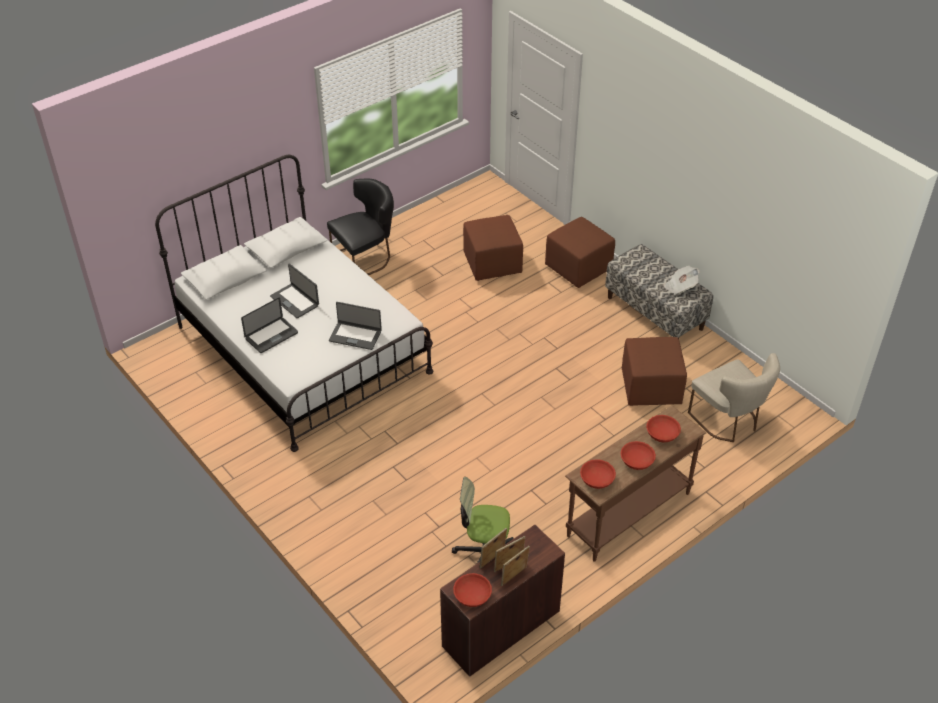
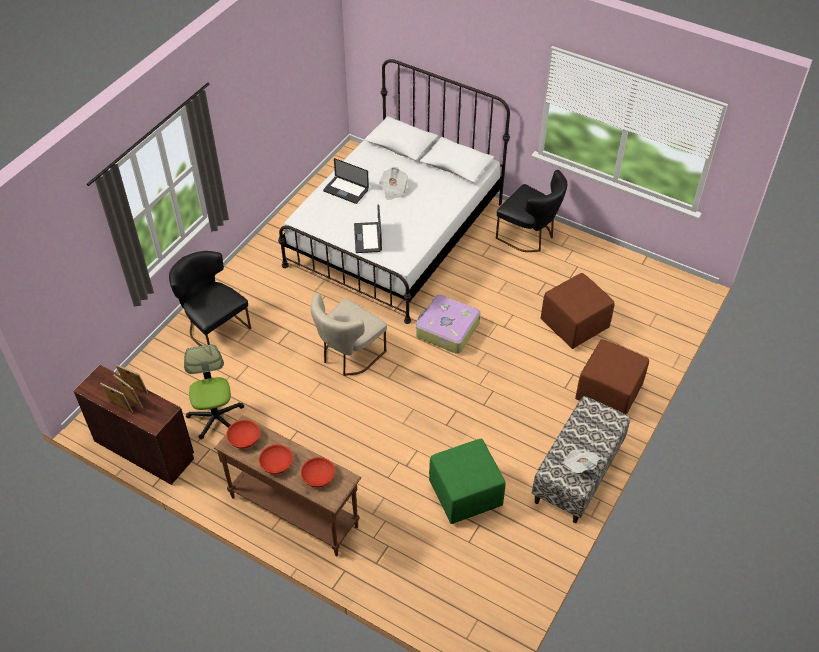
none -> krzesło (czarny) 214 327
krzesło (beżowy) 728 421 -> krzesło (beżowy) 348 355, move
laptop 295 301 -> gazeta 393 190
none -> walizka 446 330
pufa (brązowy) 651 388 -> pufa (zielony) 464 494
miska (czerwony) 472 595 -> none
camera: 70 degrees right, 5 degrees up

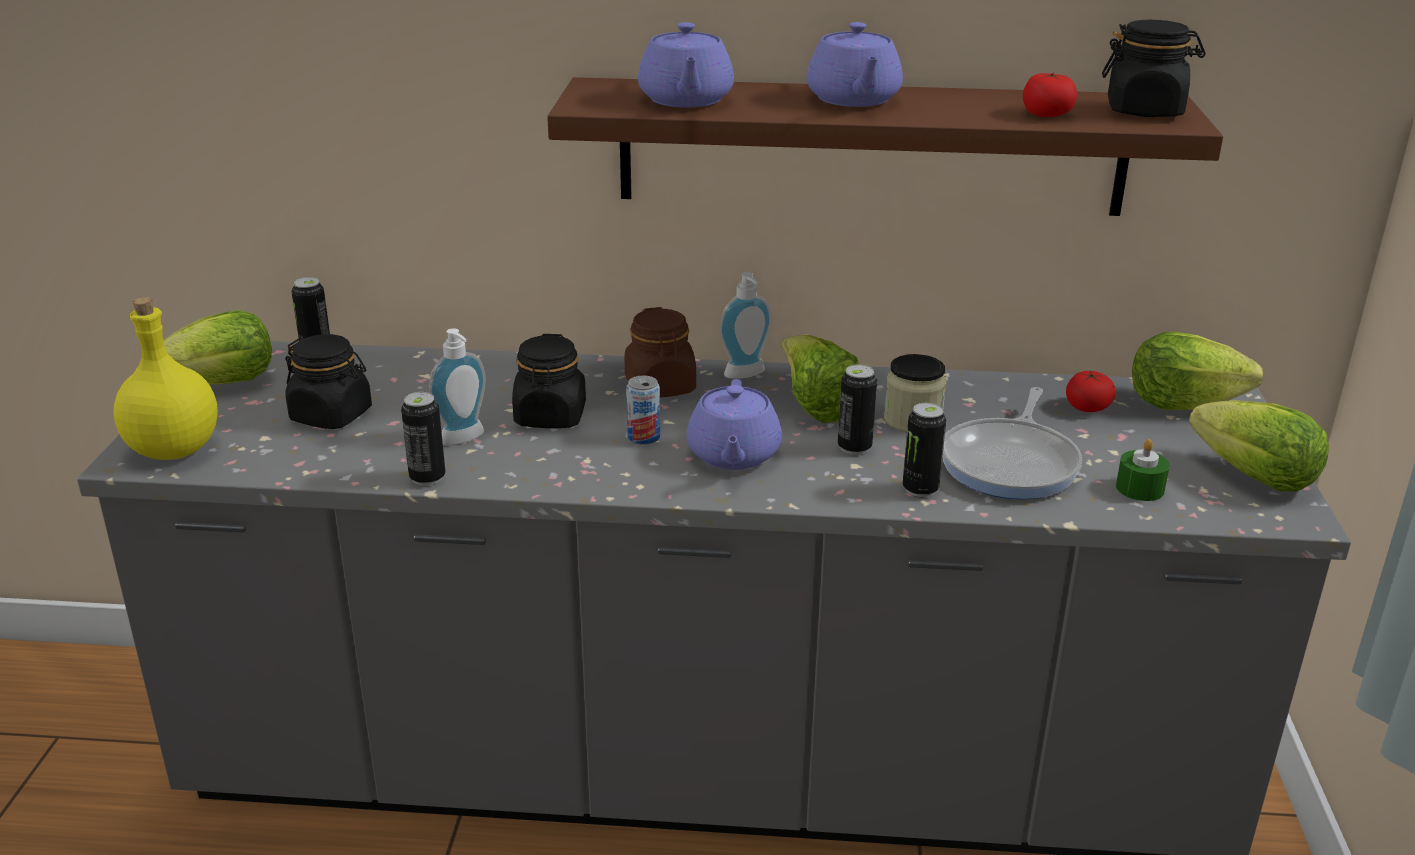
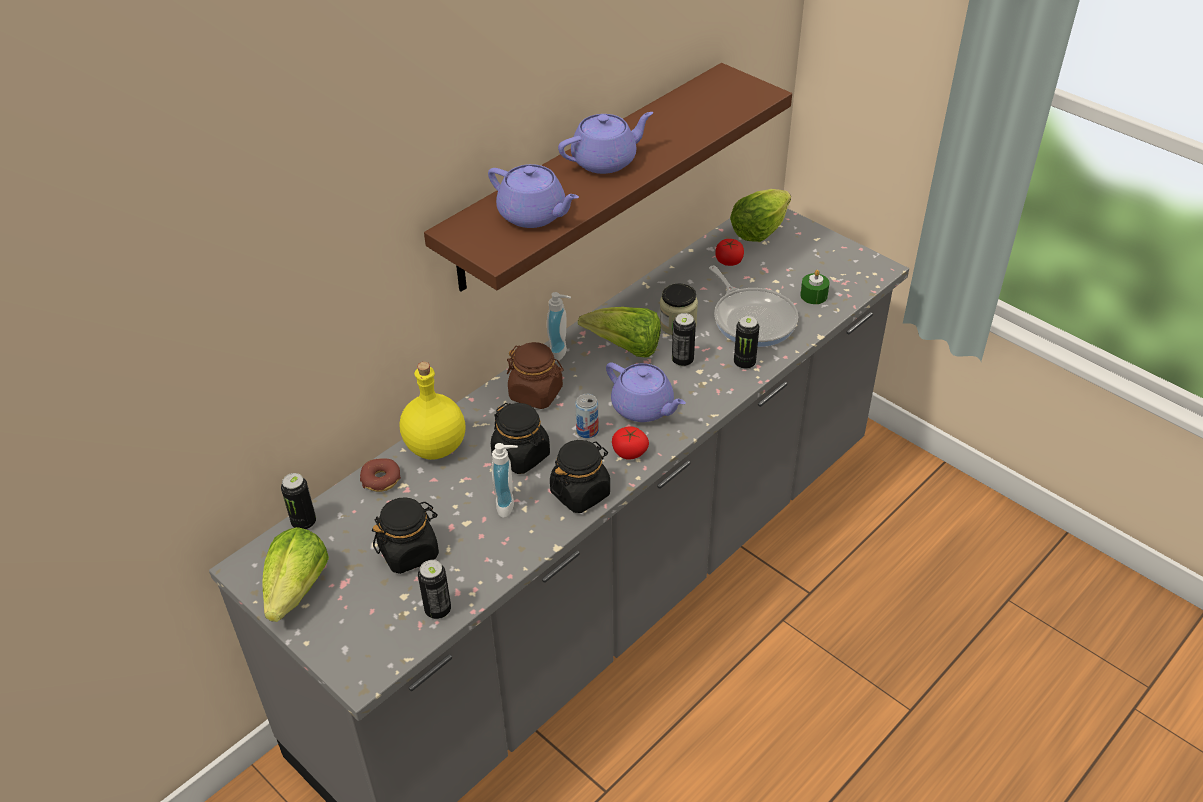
none -> donut 381 479
butelka (żółty) 173 451 -> butelka (żółty) 436 448, move
puszka 427 478 -> puszka 438 610, move
słoik (czarny) 1145 111 -> słoik (czarny) 580 493, move
imbryk (fioletowy) 853 100 -> imbryk (fioletowy) 605 161, 60 degrees counterclockwise
pomidor 1047 114 -> pomidor 629 452, move
sałata 1254 477 -> none
camera: 50 degrees left, 15 degrees up

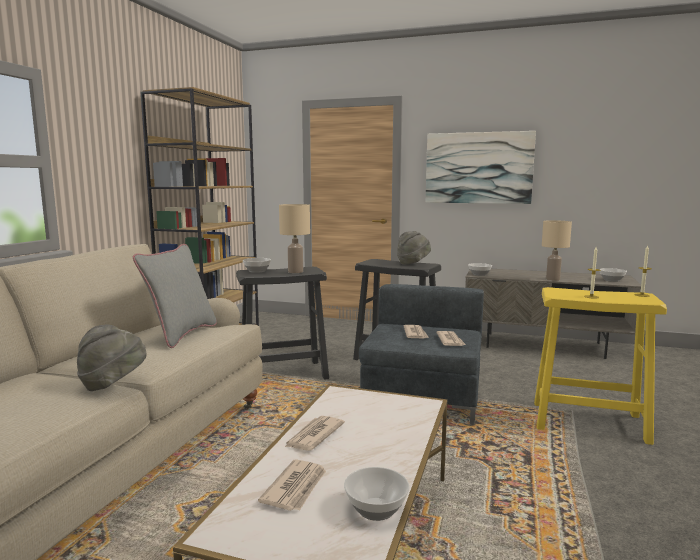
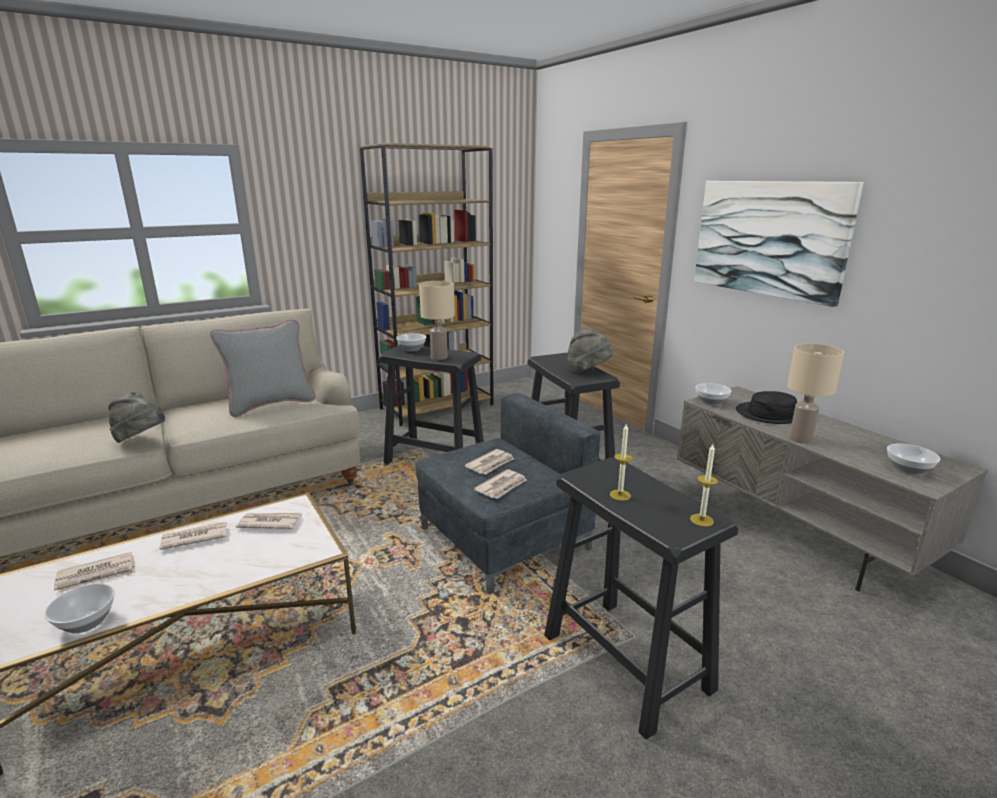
none -> gazeta 269 522
stołek (żółty) 589 422 -> stołek (czarny) 626 662
none -> kapelusz (czarny) 771 414
camera: 40 degrees right, 10 degrees up

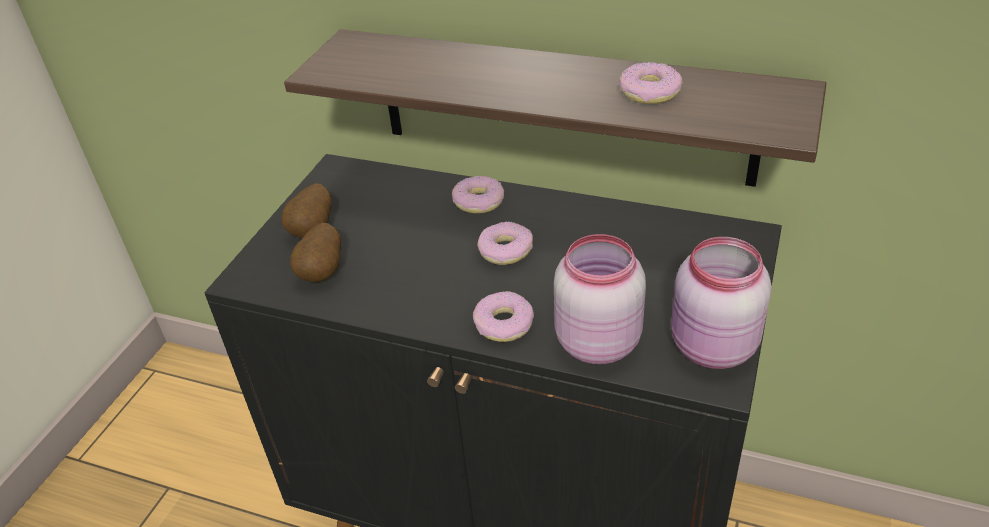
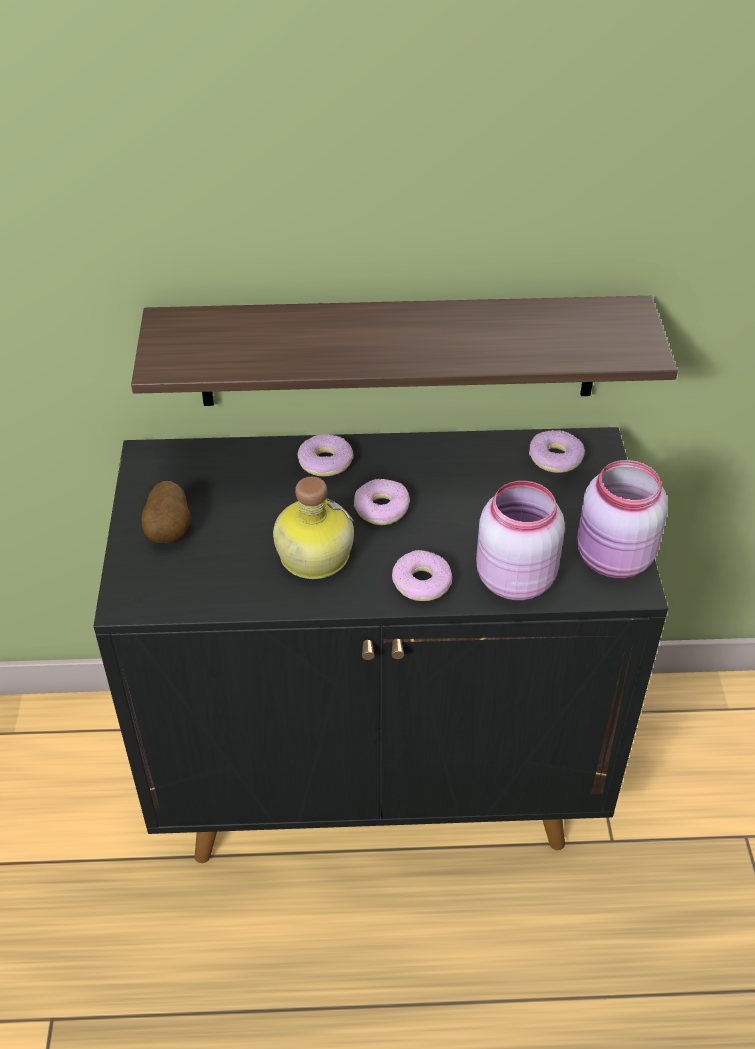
none -> butelka 312 555
donut 649 92 -> donut 555 458, move
ziemniak 323 272 -> none
camera: 25 degrees left, 5 degrees up

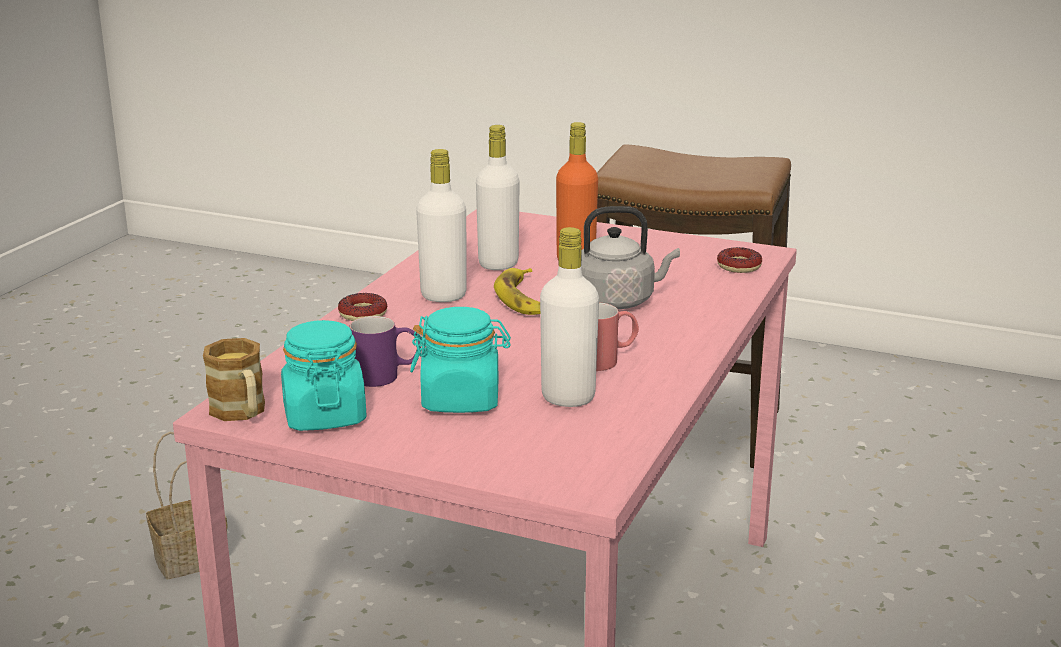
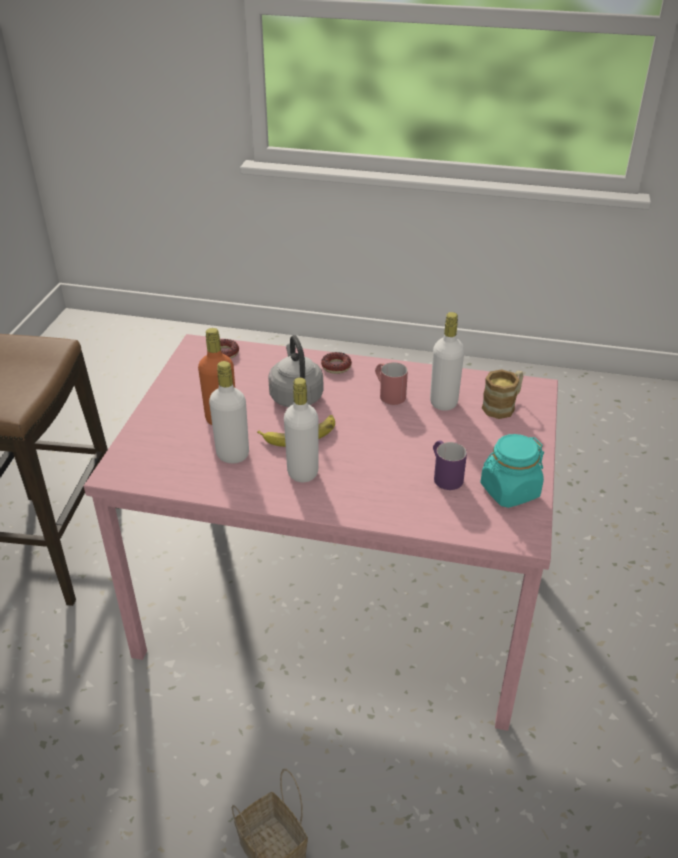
donut 363 314 -> donut 336 366, move
kubek 241 413 -> kubek 503 406, move
słoik (turkusowy) 461 400 -> none
camera: 100 degrees left, 15 degrees up

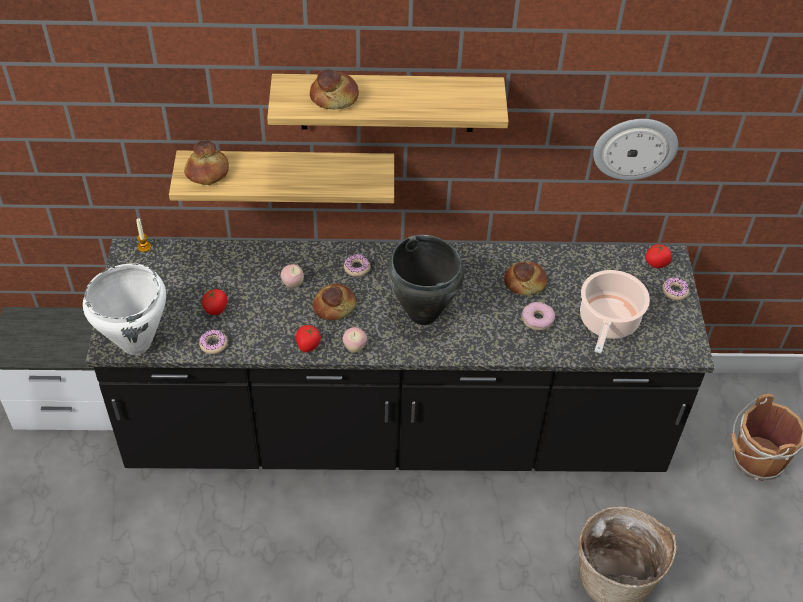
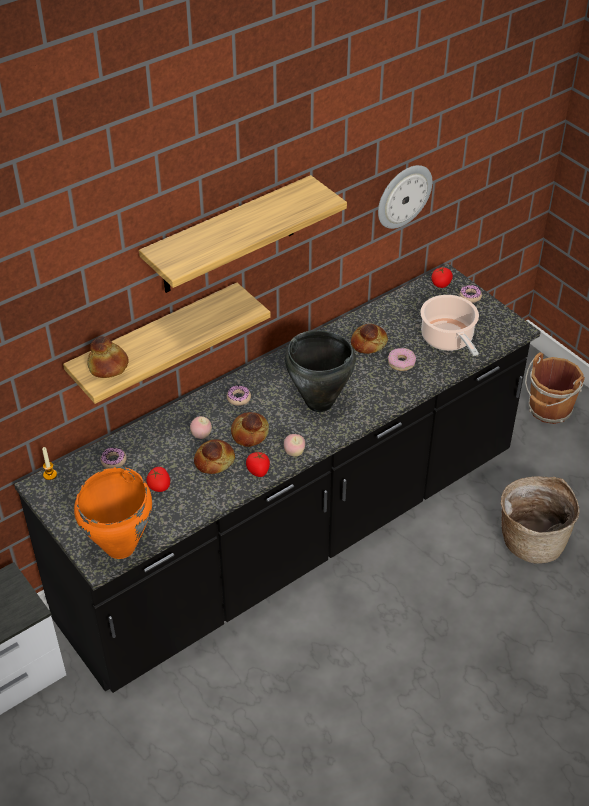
garnek (biały) 137 343 -> garnek (pomarańczowy) 121 547
donut 213 344 -> donut 113 461, move
chleb 334 98 -> chleb 214 461, move
camera: 35 degrees left, 5 degrees down

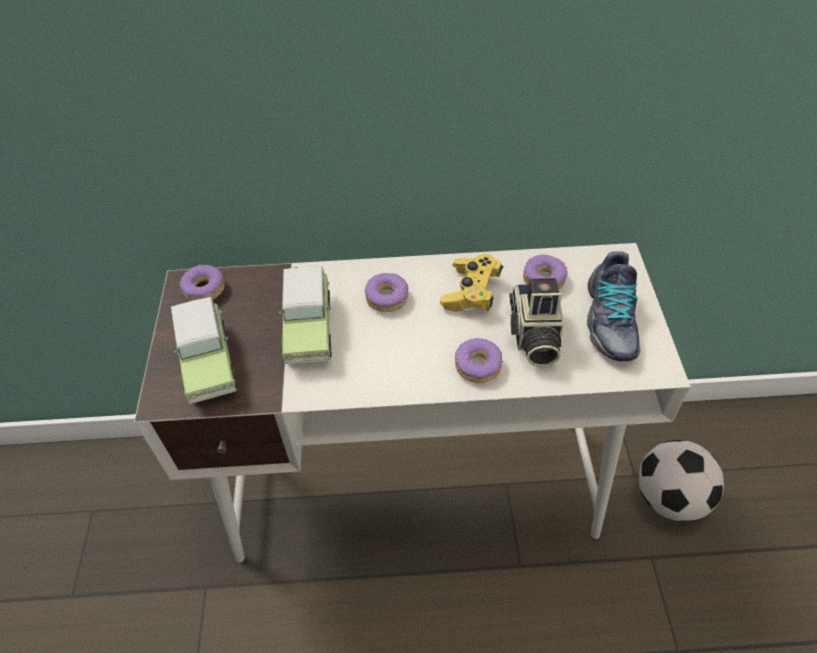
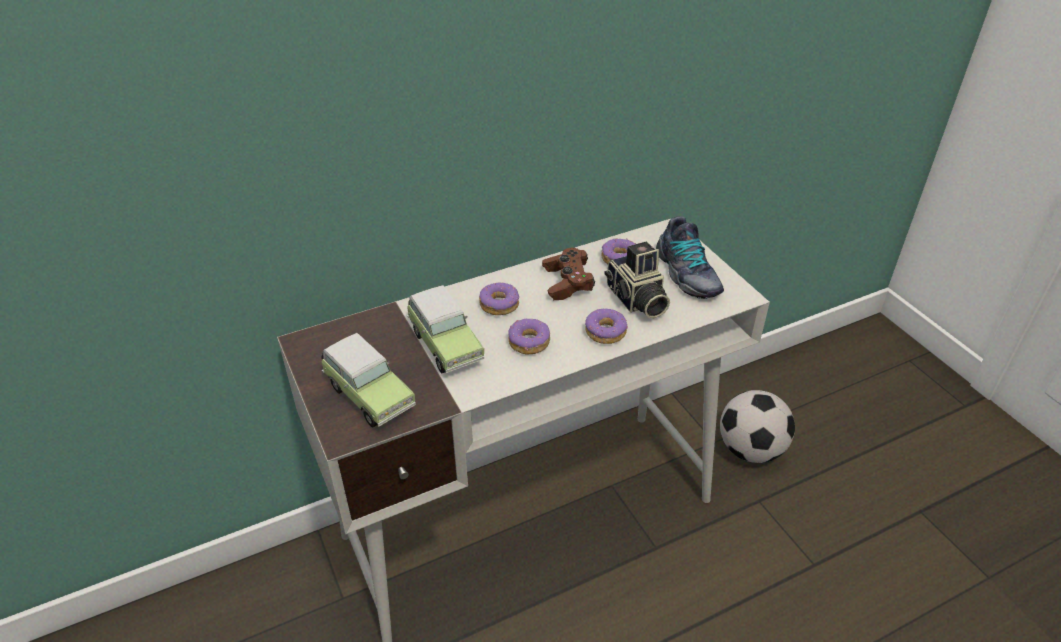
donut 204 289 -> donut 529 342, move
pad do gier (żółty) 471 292 -> pad do gier (brązowy) 567 283
camera: 25 degrees left, 10 degrees down

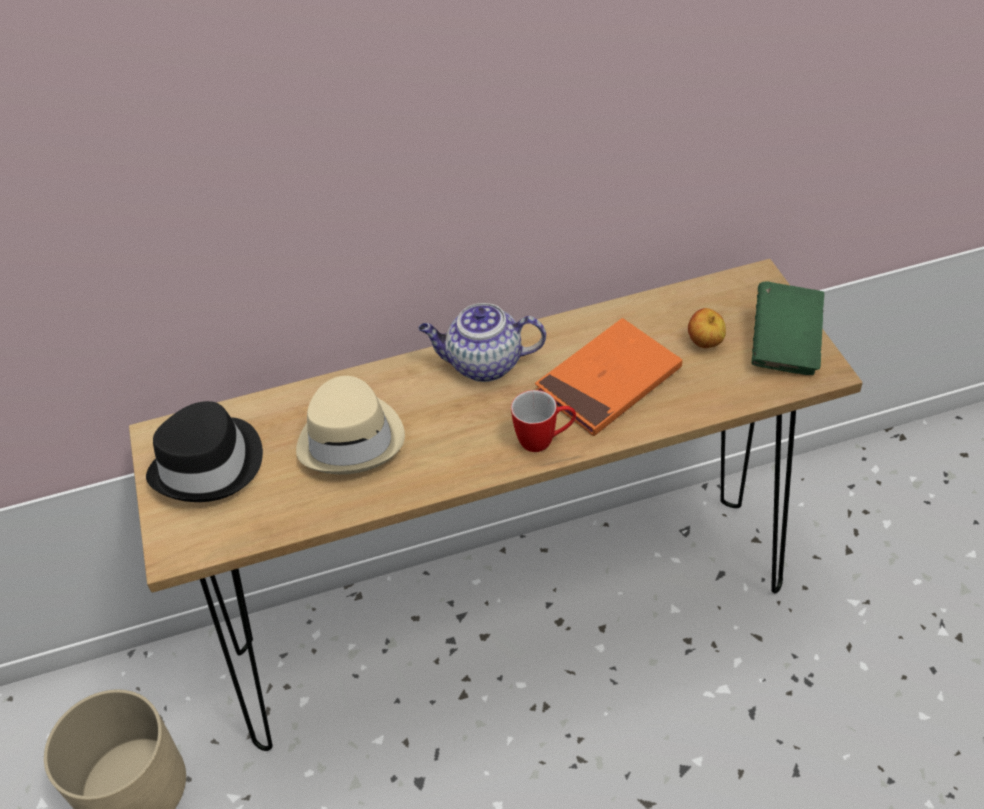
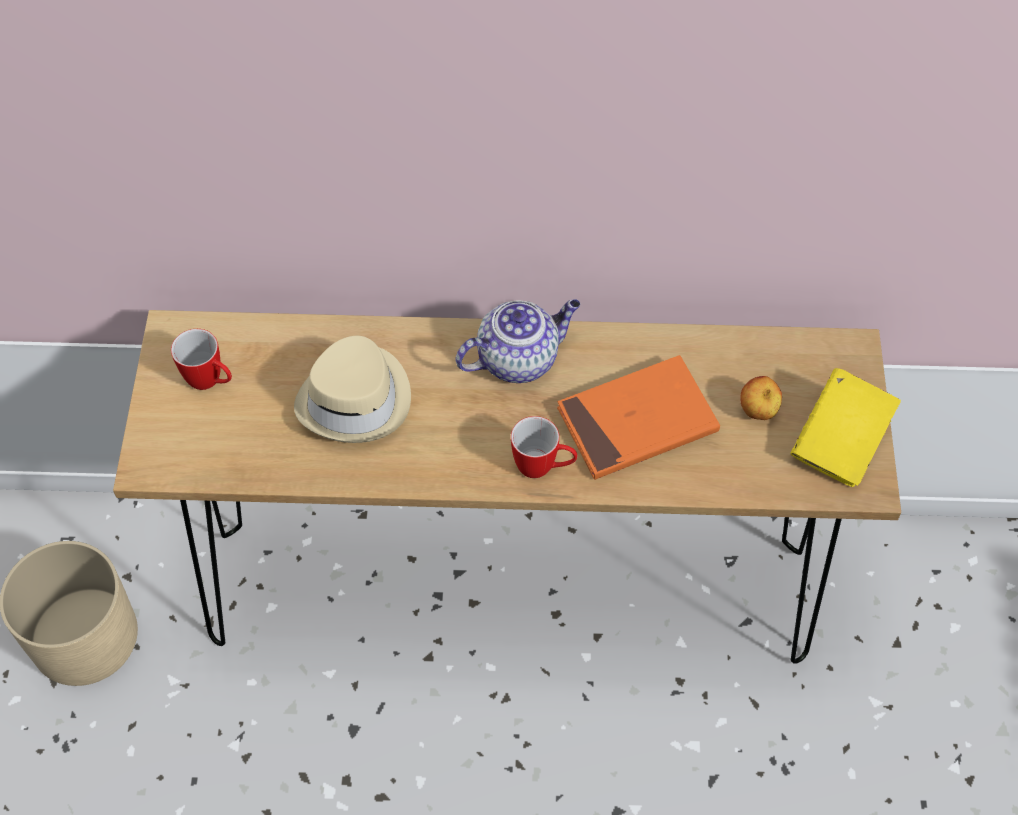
kapelusz (czarny) 210 465 -> kubek 211 382
imbryk 483 364 -> imbryk 519 358, 135 degrees clockwise
książka (zielony) 784 346 -> książka (żółty) 840 442
camera: 15 degrees right, 10 degrees up

